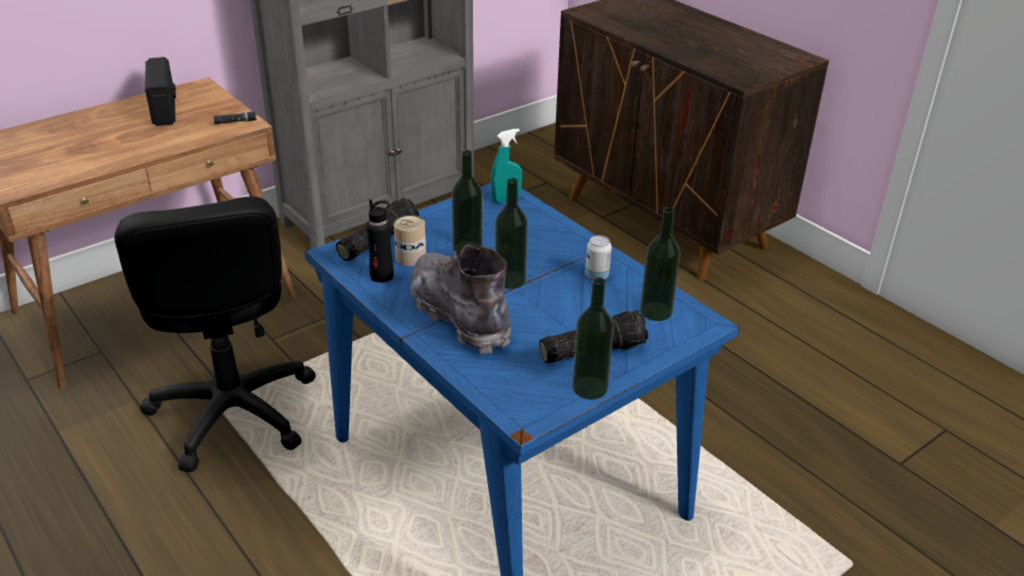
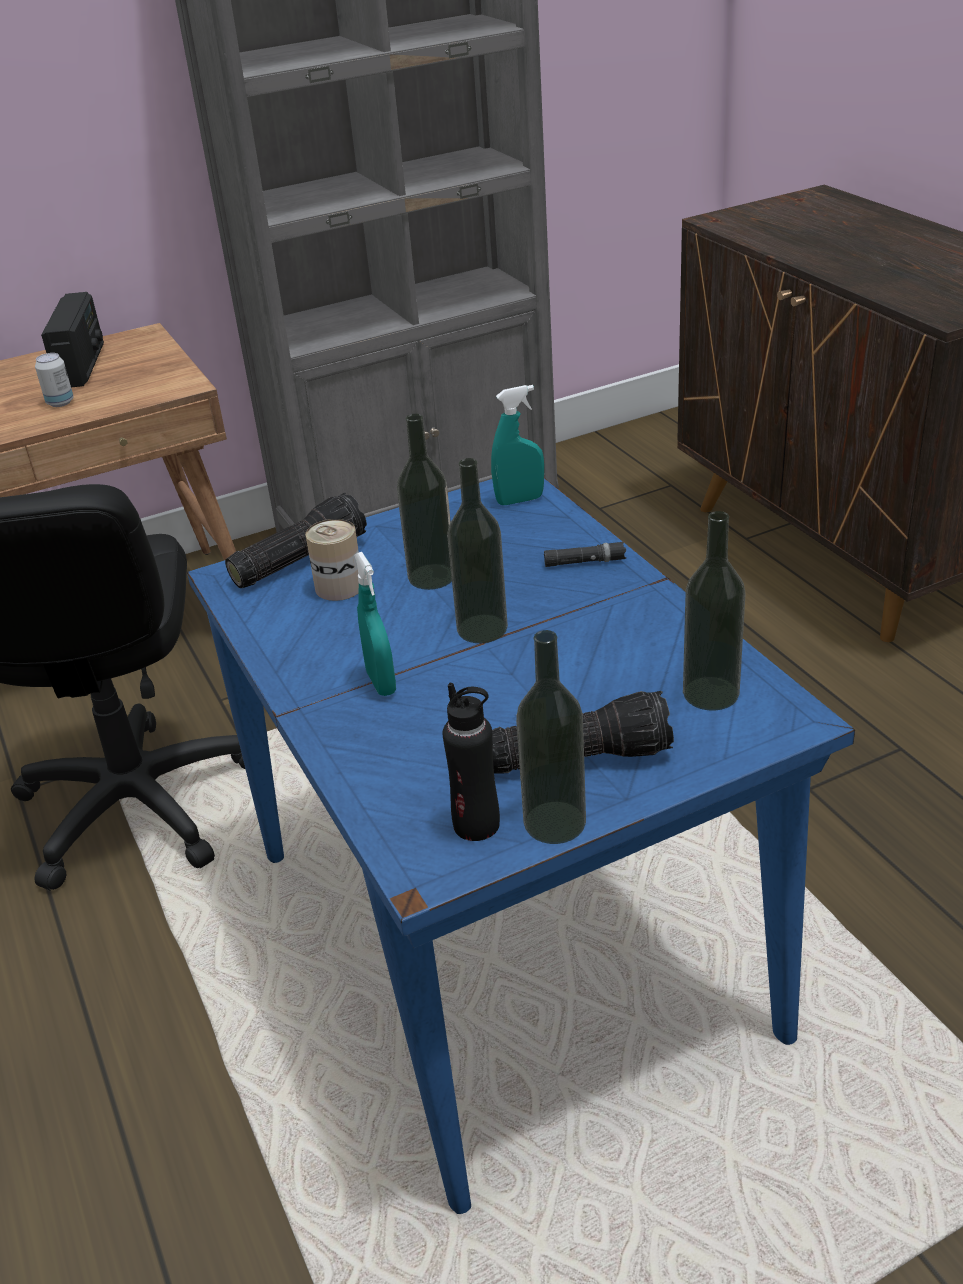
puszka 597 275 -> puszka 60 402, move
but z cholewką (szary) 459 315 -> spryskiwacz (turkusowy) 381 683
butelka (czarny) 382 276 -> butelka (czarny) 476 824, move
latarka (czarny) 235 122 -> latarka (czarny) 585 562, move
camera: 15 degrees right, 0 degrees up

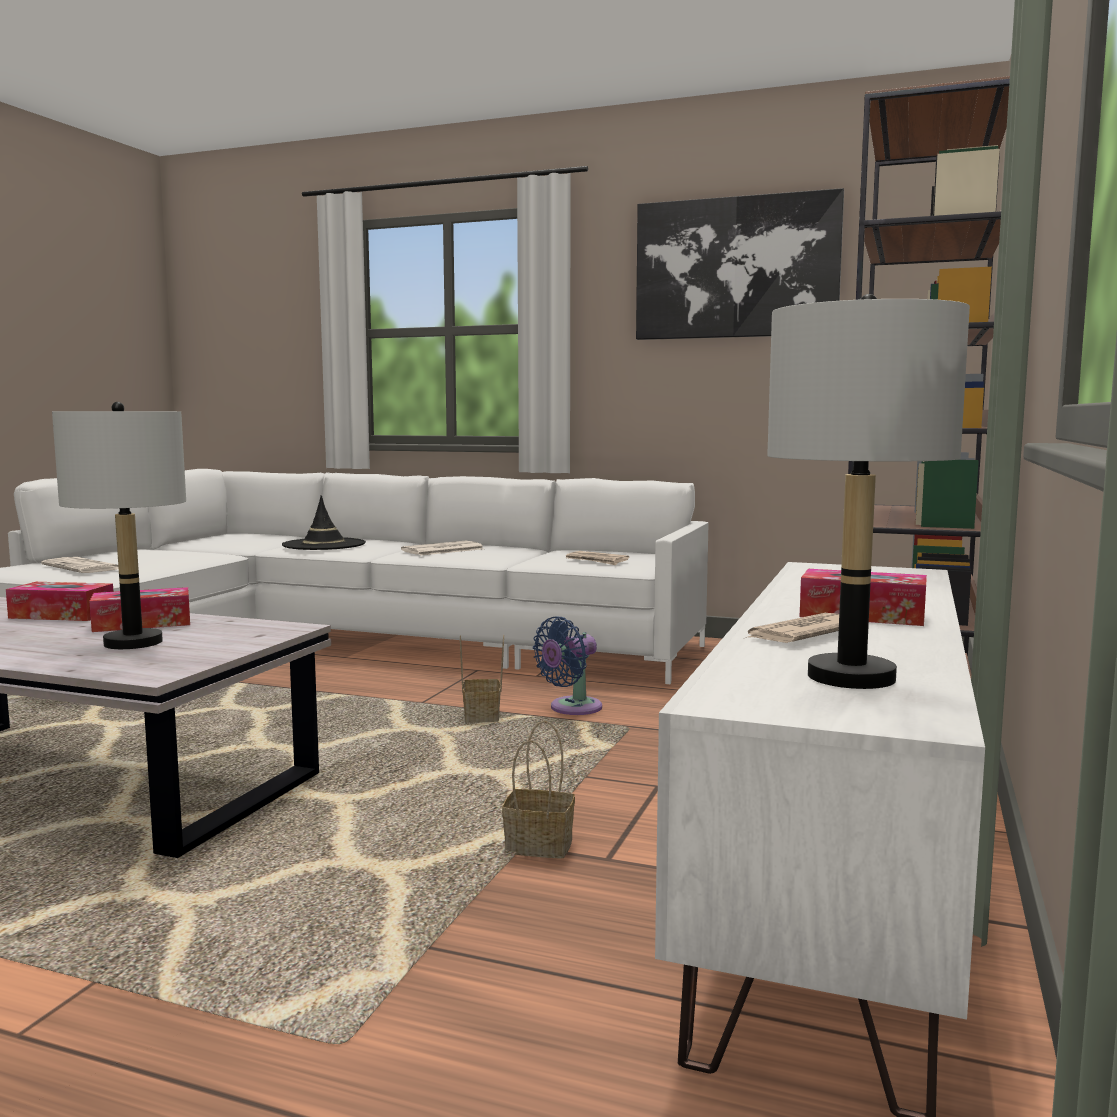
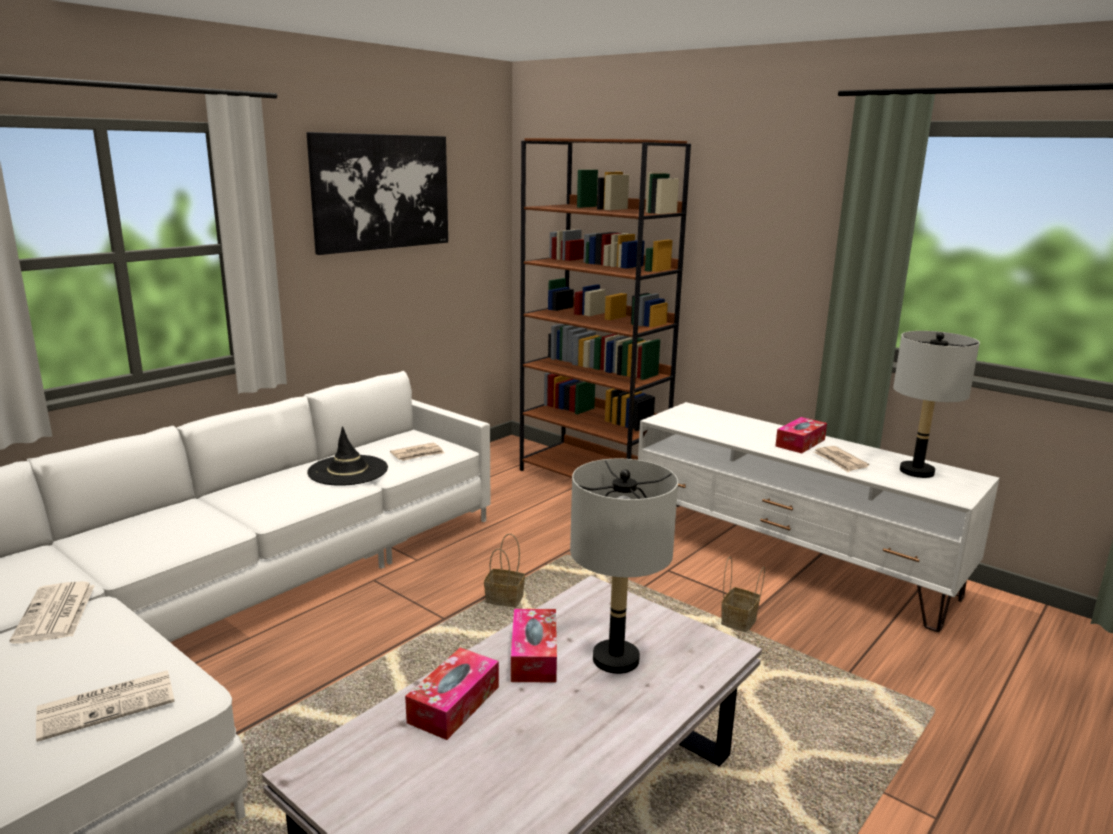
gazeta 442 550 -> gazeta 56 614, move
kapelusz (czarny) 324 545 -> kapelusz (czarny) 348 471, move
wentylator (niebieski) 571 708 -> none
camera: 70 degrees left, 10 degrees up

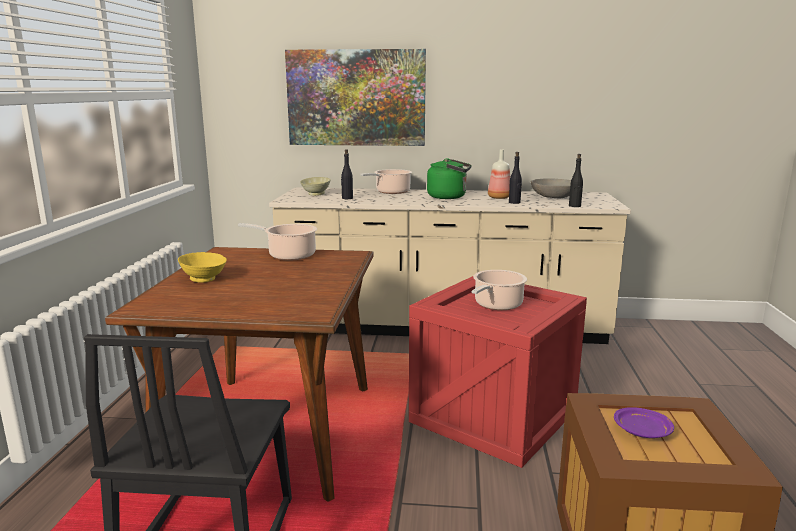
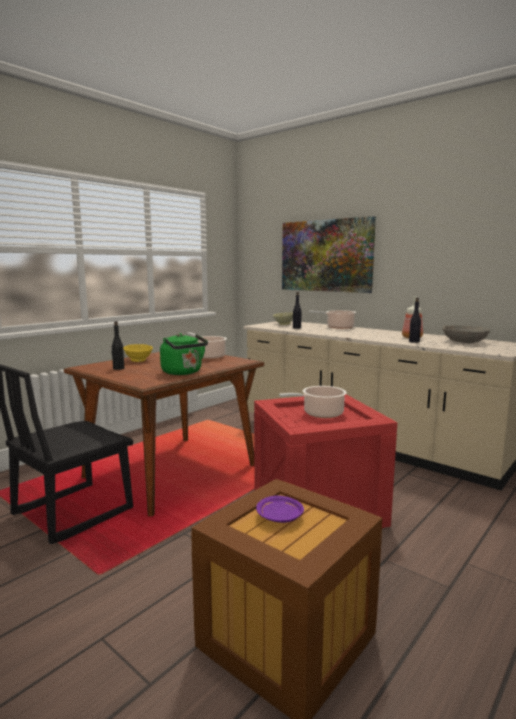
butelka (czarny) 574 206 -> butelka (czarny) 118 368, move
czajnik (zielony) 449 197 -> czajnik (zielony) 183 372, move
camera: 35 degrees right, 5 degrees down

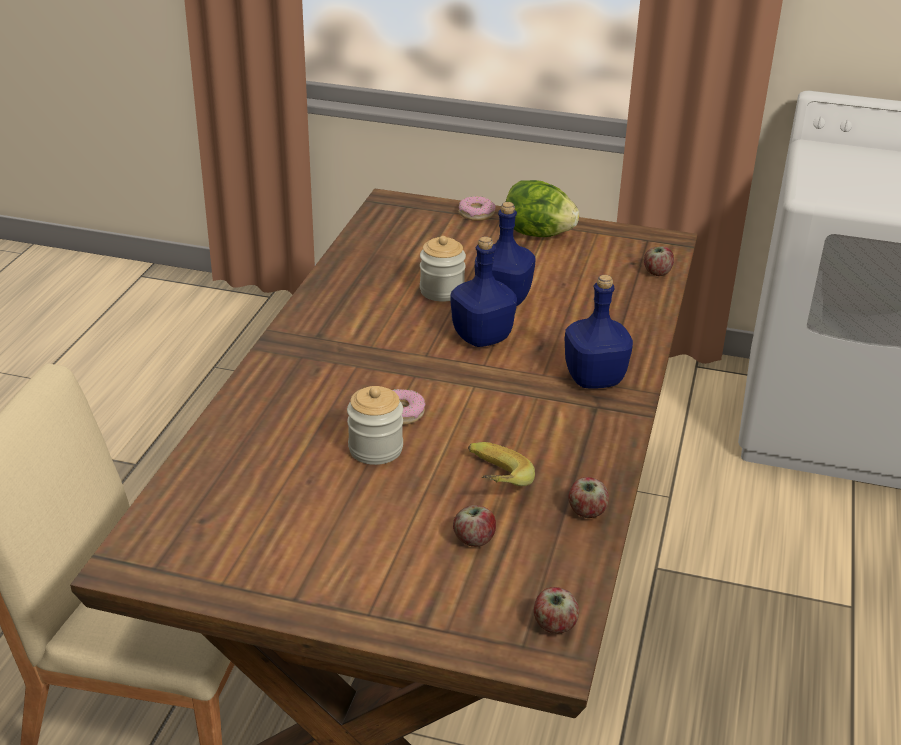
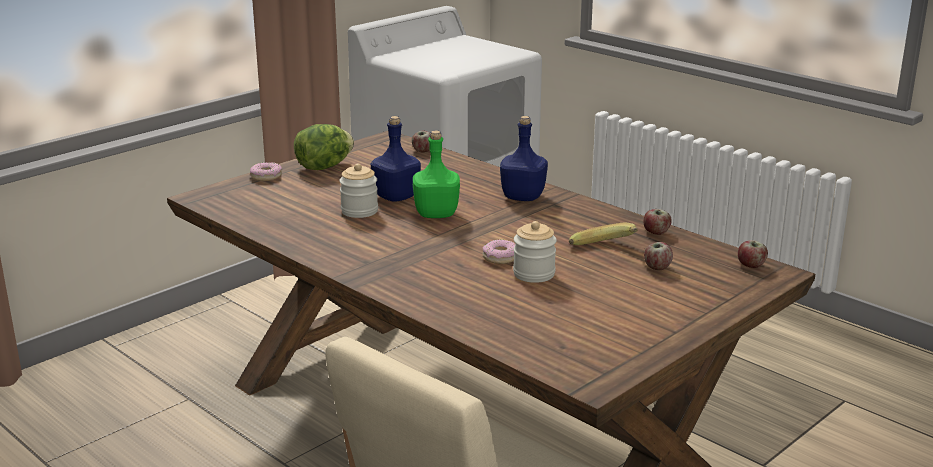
butelka (niebieski) 481 337 -> butelka (zielony) 435 214
camera: 60 degrees left, 10 degrees down

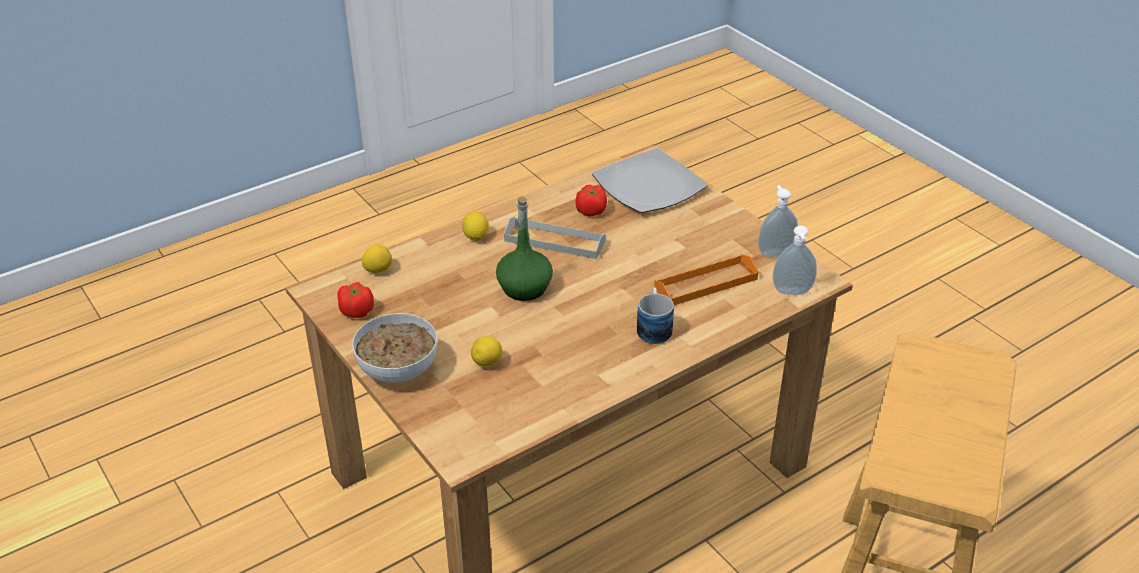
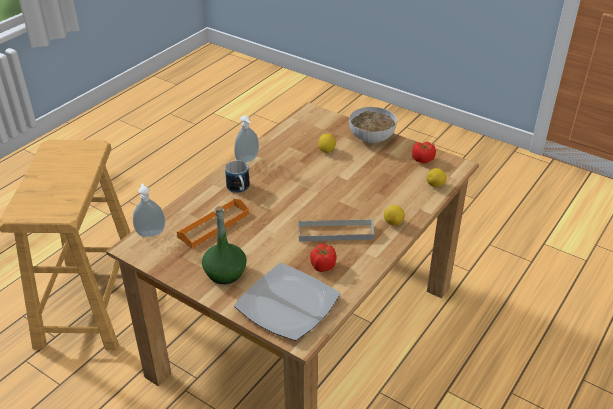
butelka (zielony) 525 288 -> butelka (zielony) 225 273, move
dozownik mydła 774 252 -> dozownik mydła 248 160, move
camera: 160 degrees right, 0 degrees up

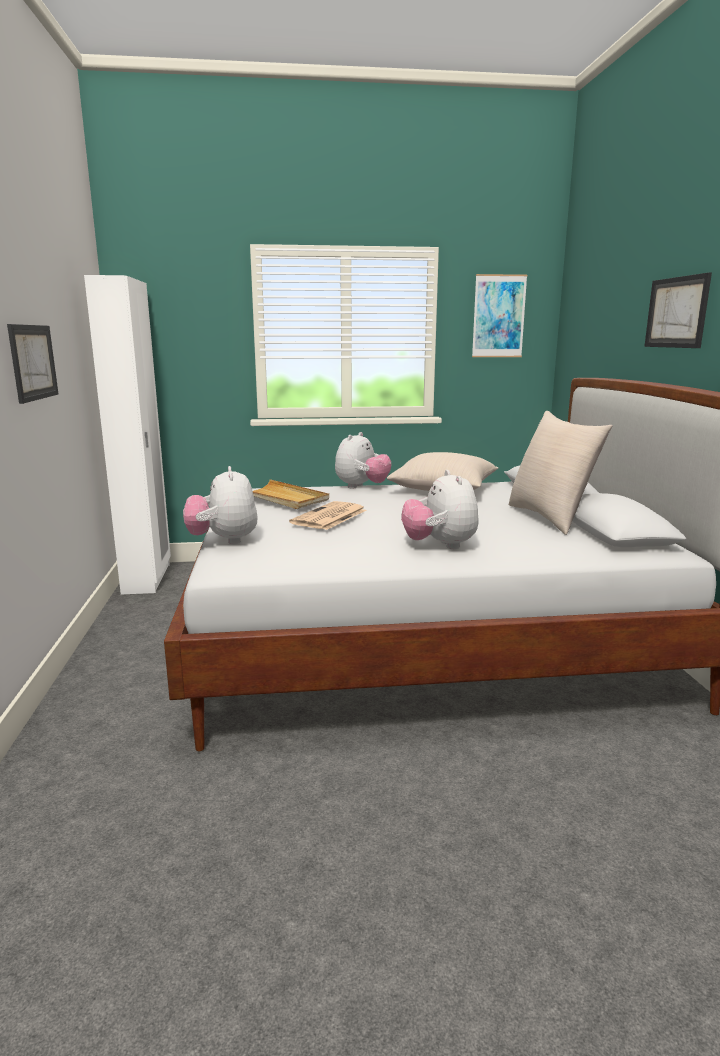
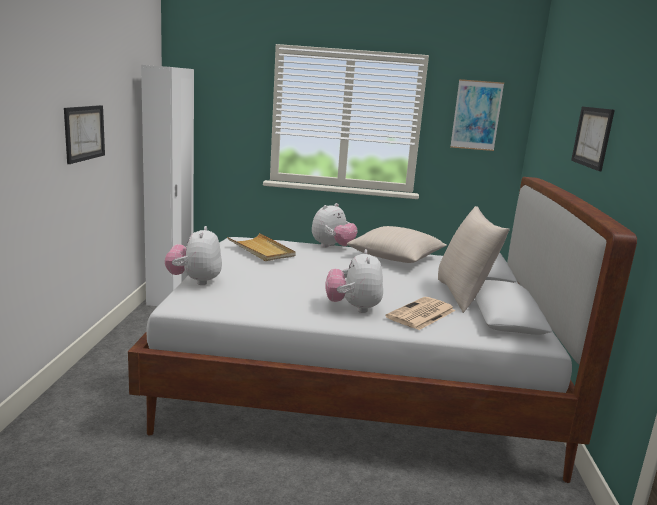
gazeta 329 517 -> gazeta 421 314, move
camera: 10 degrees right, 0 degrees up

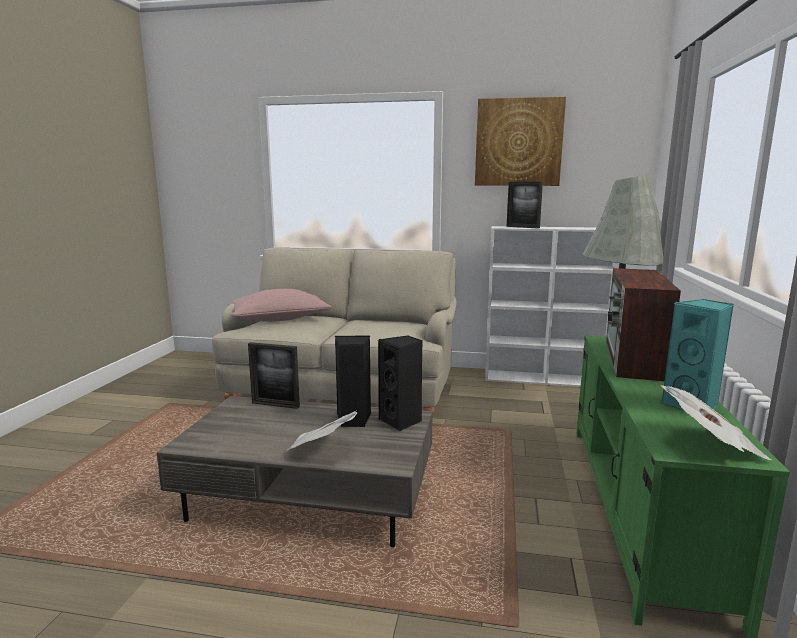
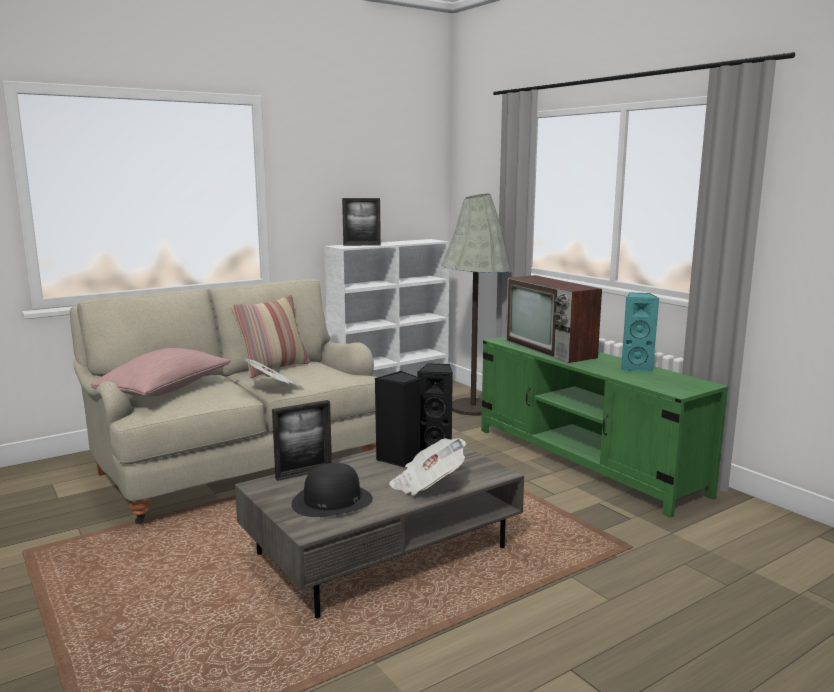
none -> poduszka 274 368
gazeta 711 445 -> gazeta 272 387, move
none -> kapelusz (czarny) 332 501
obraz 518 142 -> none
camera: 45 degrees left, 0 degrees up

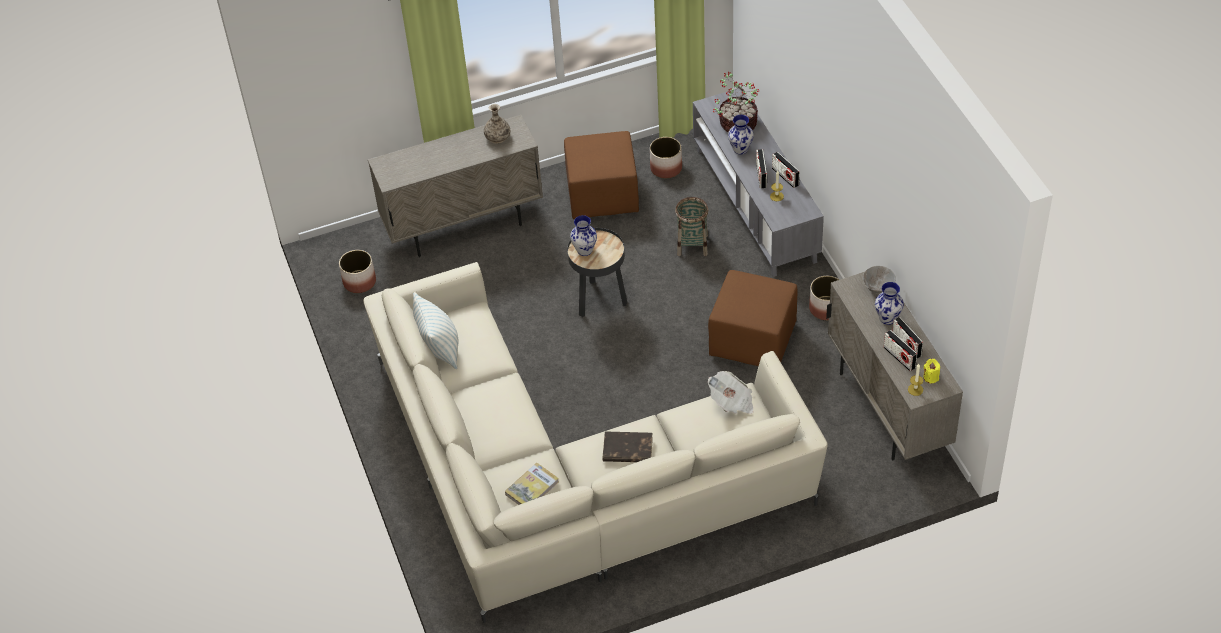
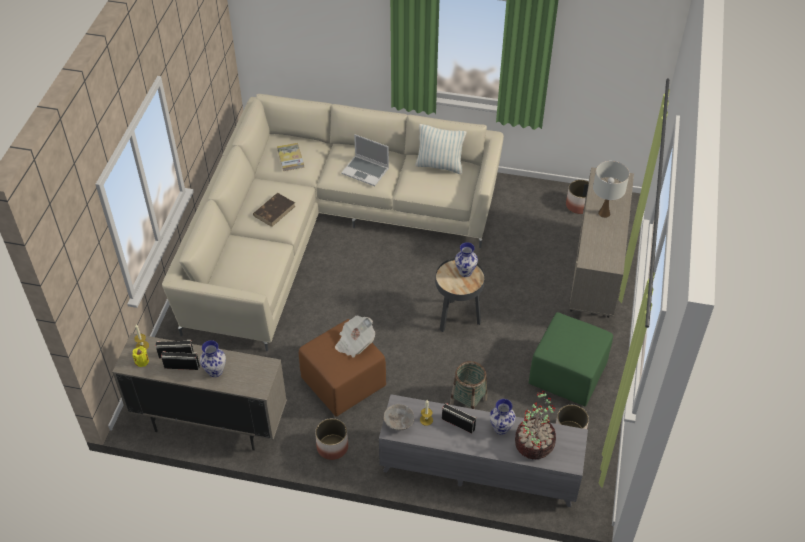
gazeta 732 402 -> gazeta 354 343, move
none -> laptop 366 171
miska (szary) 878 288 -> miska (szary) 398 423, move
pufa (brązowy) 603 195 -> pufa (zielony) 567 376
none -> lampa stołowa (biały) 604 213
wazon 497 137 -> none
radio 785 177 -> none
camera: 120 degrees right, 0 degrees up

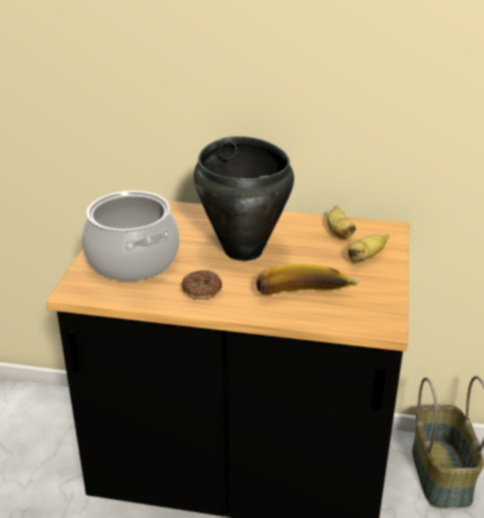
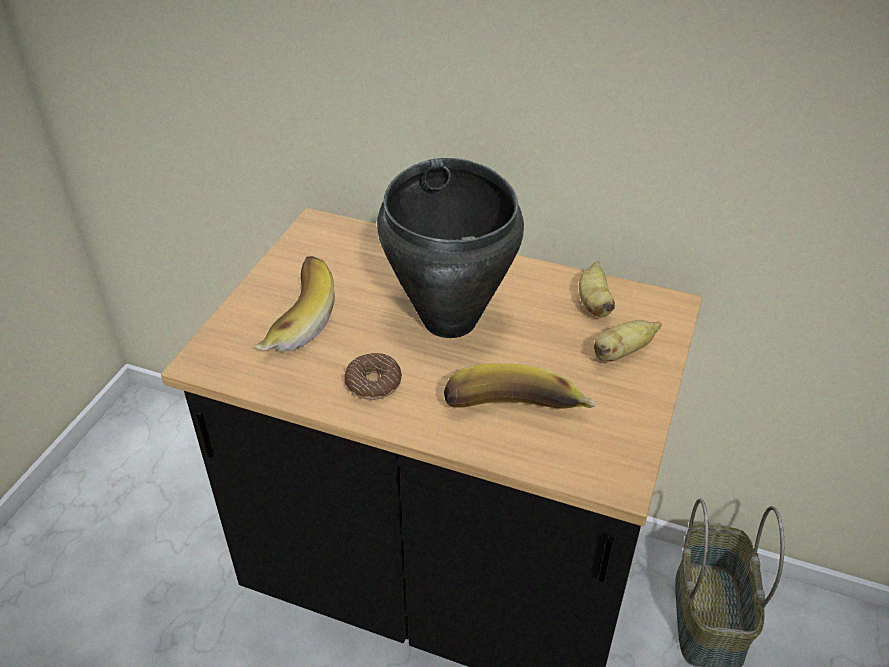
garnek 132 260 -> banan 293 319
camera: 10 degrees right, 10 degrees up

